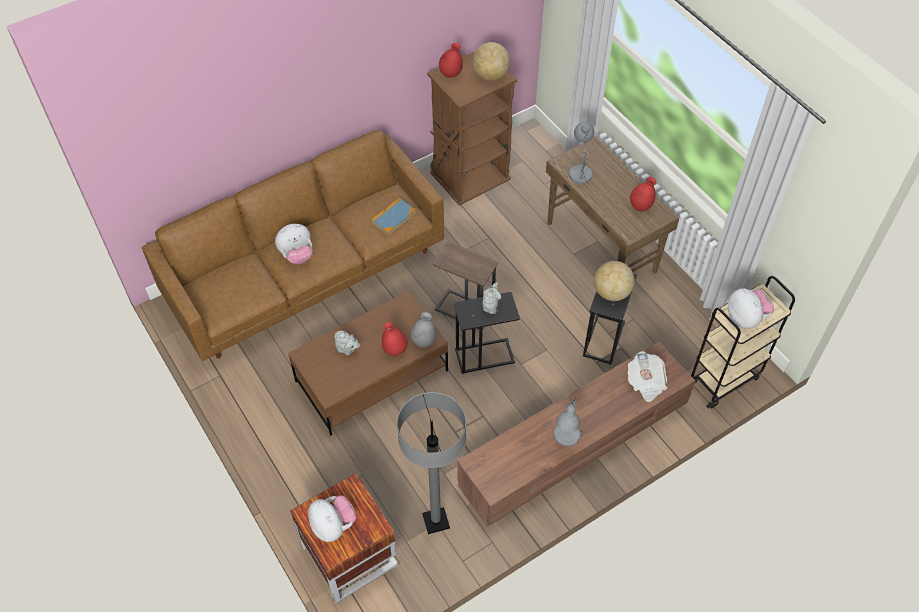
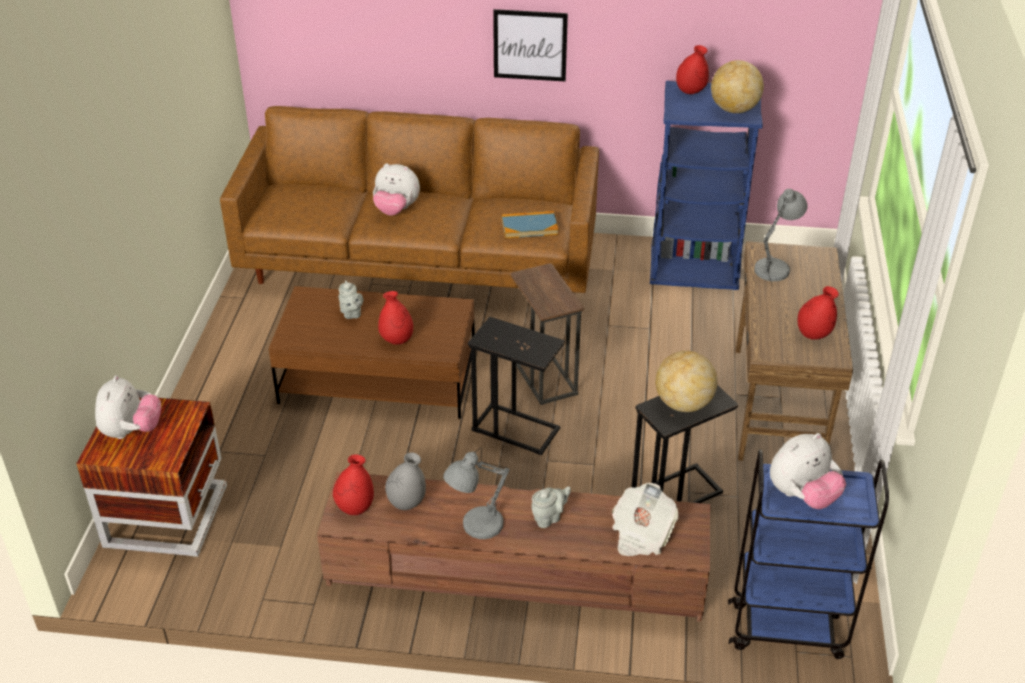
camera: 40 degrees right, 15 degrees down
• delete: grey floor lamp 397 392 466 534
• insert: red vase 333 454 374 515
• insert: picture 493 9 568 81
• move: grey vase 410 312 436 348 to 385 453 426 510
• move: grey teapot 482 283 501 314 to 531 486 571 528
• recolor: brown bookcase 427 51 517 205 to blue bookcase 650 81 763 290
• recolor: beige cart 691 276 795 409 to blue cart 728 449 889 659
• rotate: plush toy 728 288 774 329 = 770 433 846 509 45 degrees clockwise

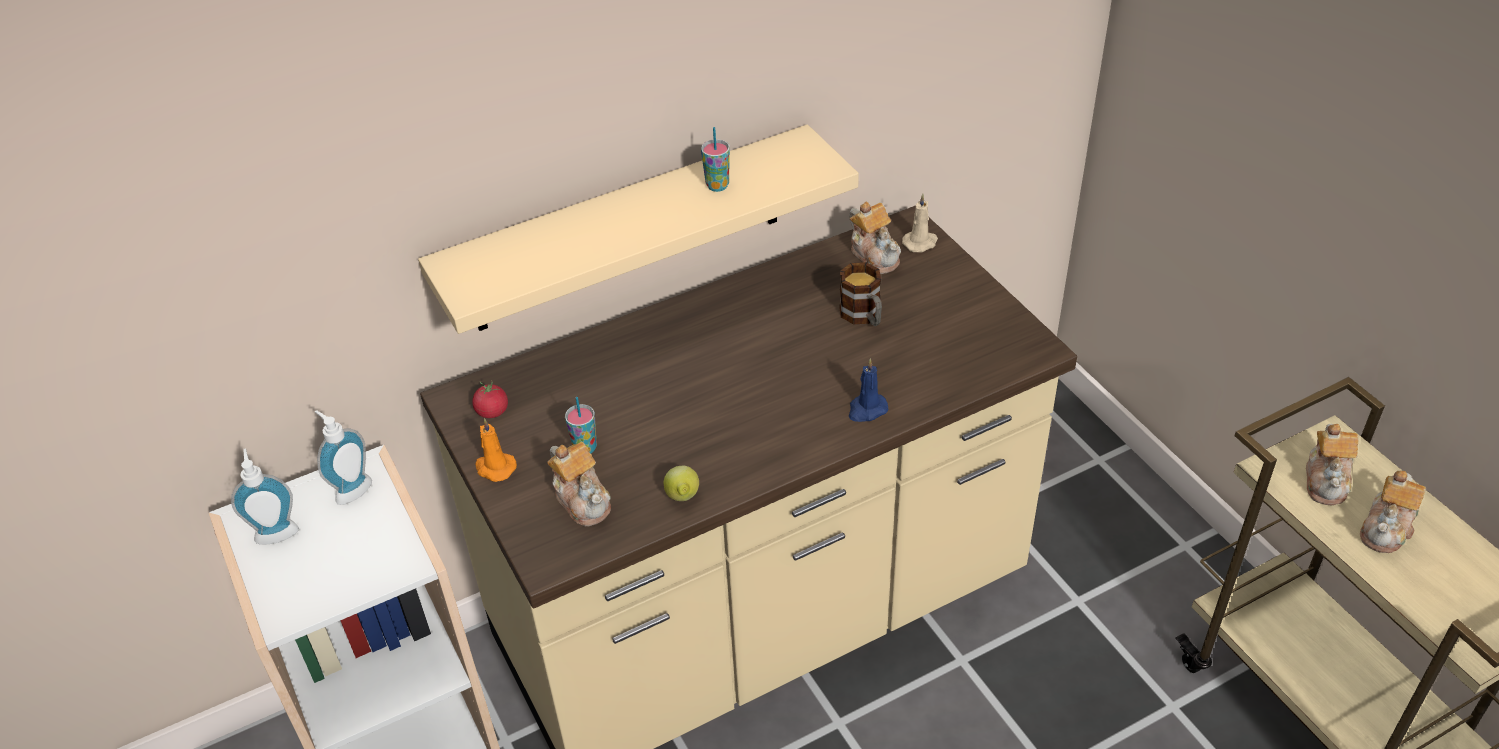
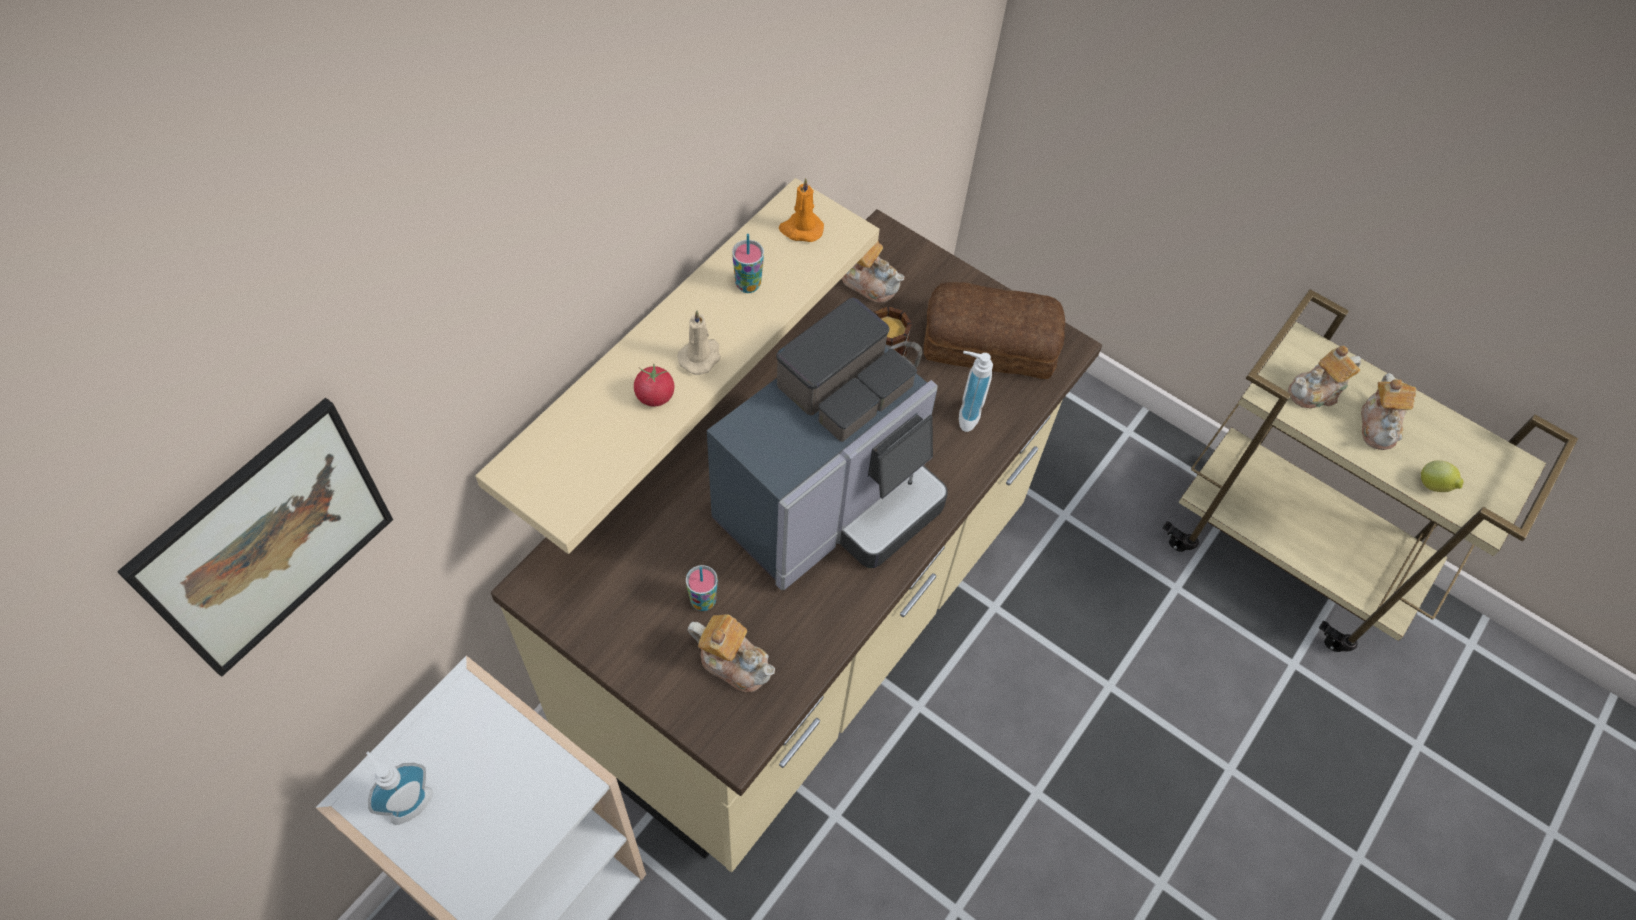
camera: 30 degrees left, 15 degrees up
• delete: blue candle 849 358 888 422
• insert: picture 117 398 393 677
• insert: coffee machine 707 298 948 590
• insert: bread 924 282 1065 379
• move: soap dispenser 315 410 372 505 to 959 351 993 432
• move: tomato 472 380 508 418 to 634 363 675 407
• move: orange candle 475 418 517 482 to 779 178 824 242
• move: lemon 664 466 699 501 to 1421 460 1463 492
• move: beige candle 902 194 938 252 to 677 310 721 375
• rotate: teapot 1306 424 1358 505 = 1288 346 1361 408 75 degrees clockwise

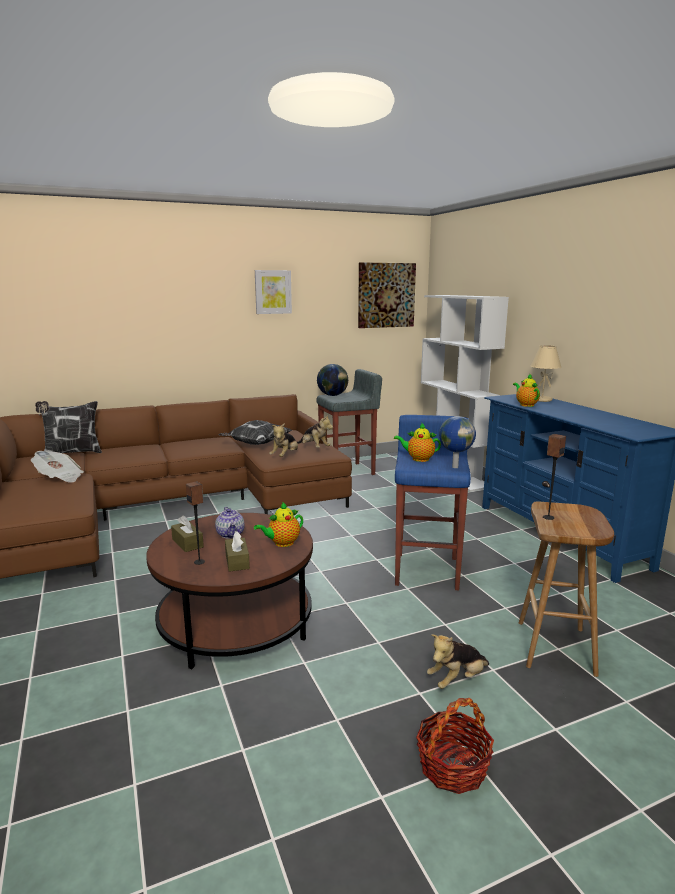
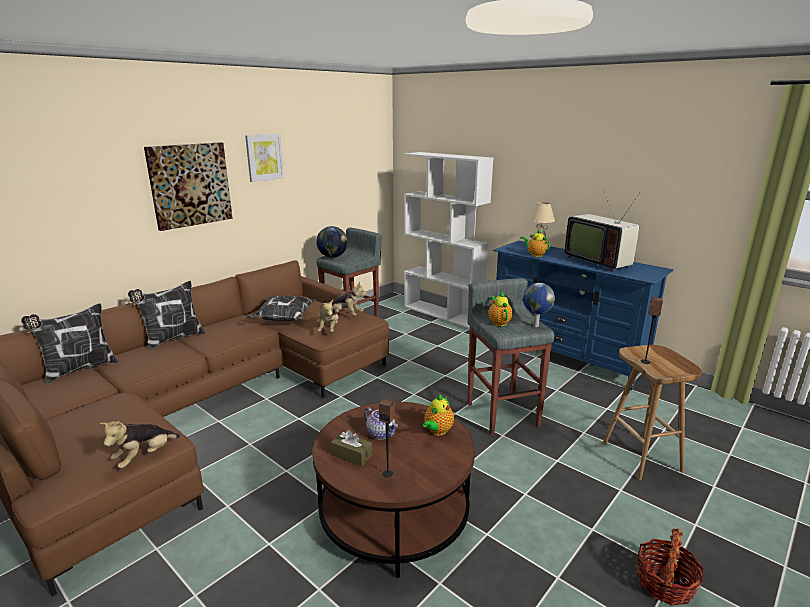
camera: 25 degrees left, 5 degrees up
• delete: newspaper 31 451 84 483
• delete: brown tissue box 225 531 250 572
• insert: pillow 128 281 205 350
• insert: television 565 191 640 272
• move: picture 358 262 416 328 to 144 142 233 231
• move: plush toy 427 634 489 689 to 99 421 180 469
• recolor: blue stool 395 415 471 590 to grey stool 467 278 555 435
• rotate: teapot 394 422 441 462 = 488 292 513 326 90 degrees clockwise

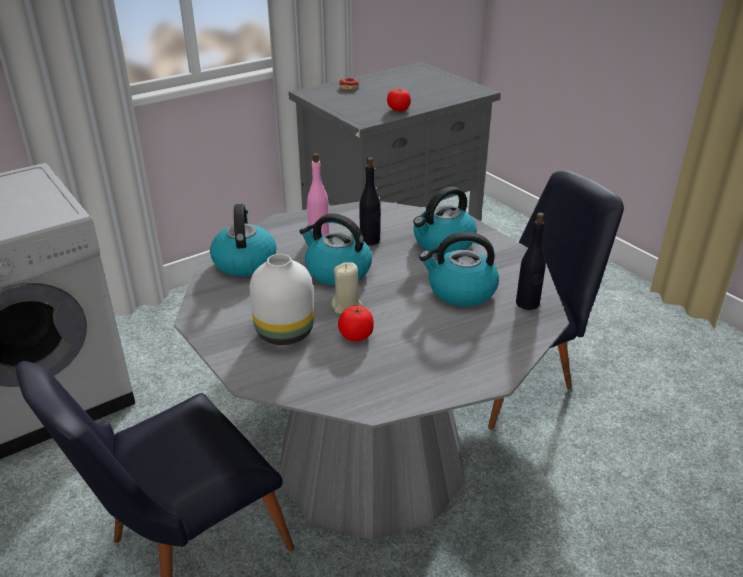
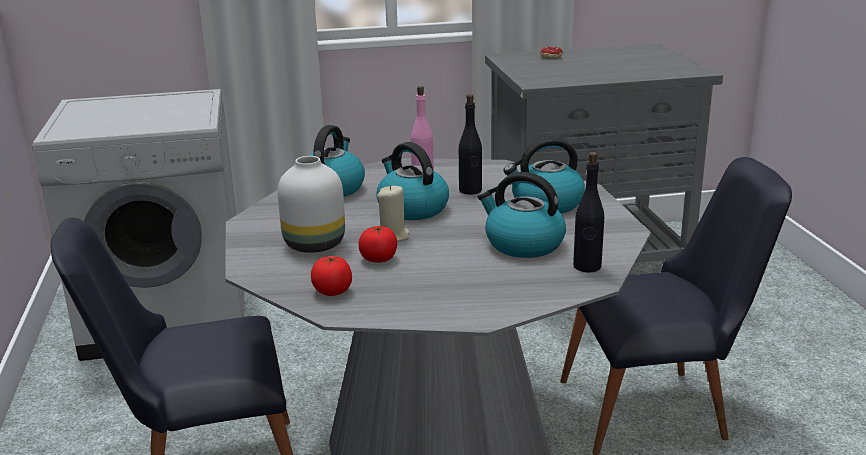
camera: 25 degrees right, 10 degrees down
• move: tomato 387 89 411 111 to 311 256 352 296

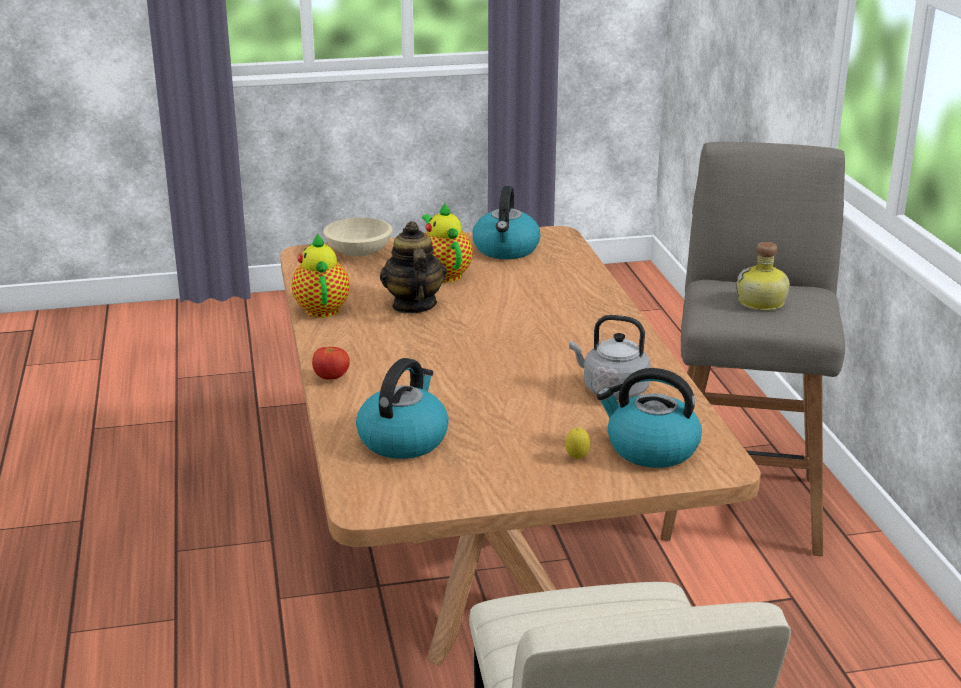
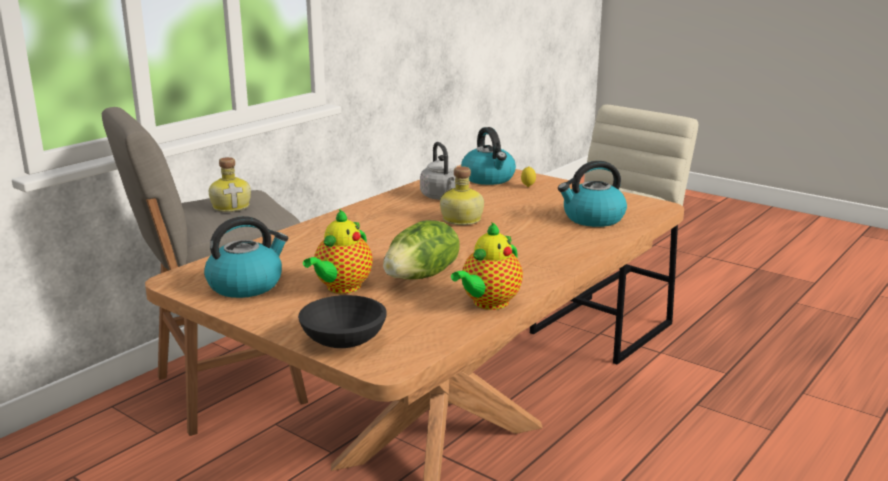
camera: 130 degrees left, 5 degrees down
• delete: tomato 312 347 350 380
• insert: bottle 440 166 484 225
• replace: teapot 380 221 447 314 to lettuce 383 220 459 279
• recolor: beige bowl 323 217 393 257 to black bowl 298 295 387 348

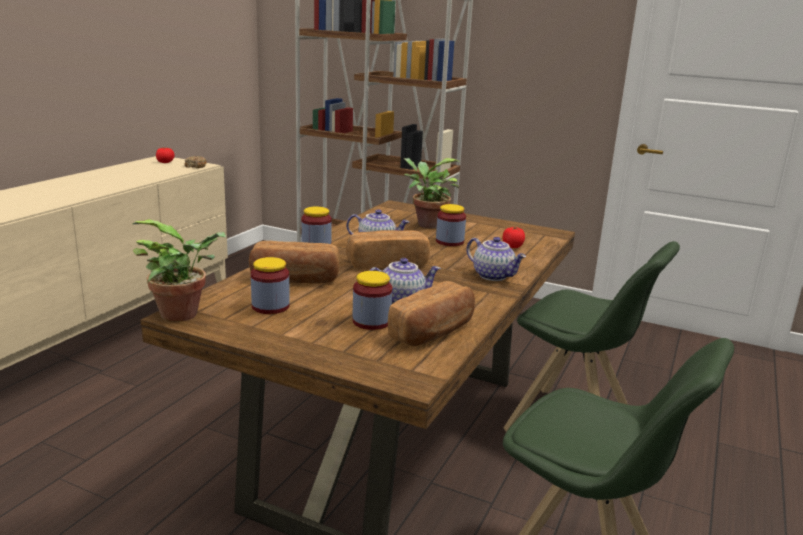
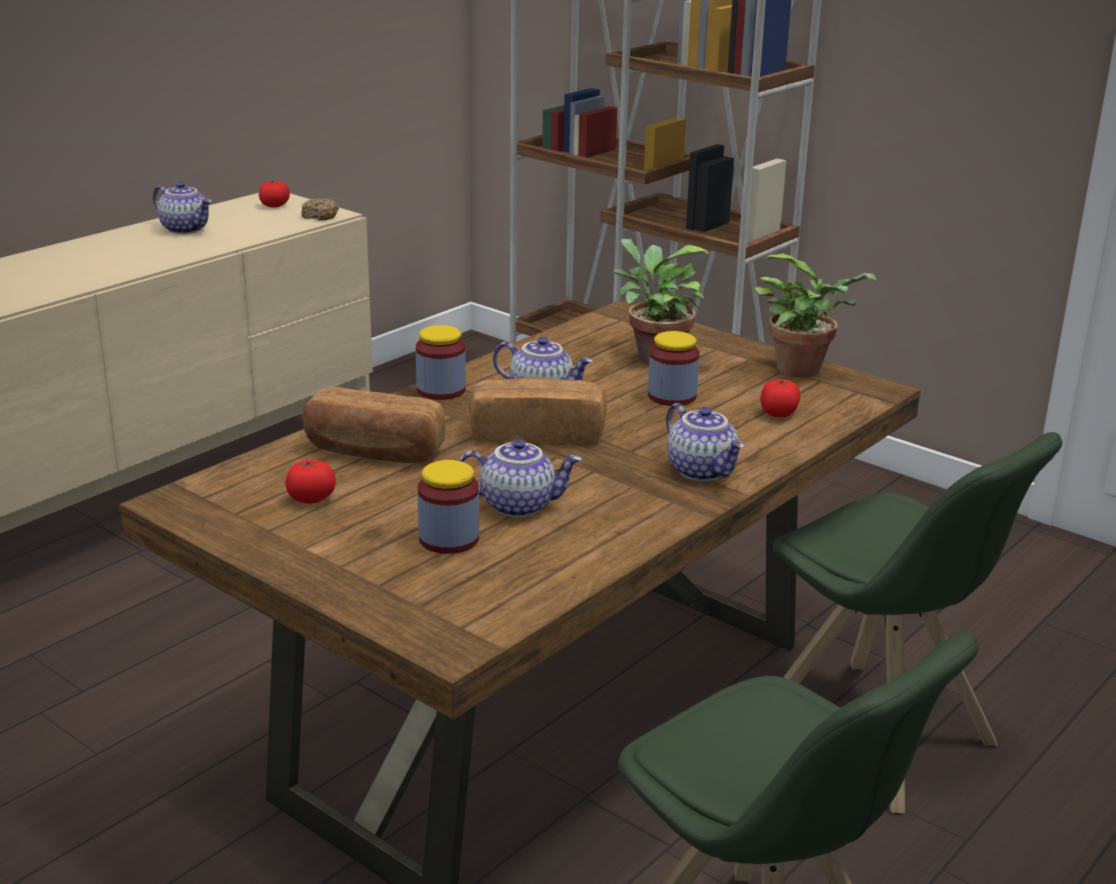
camera: 15 degrees right, 5 degrees up
• delete: bread 388 281 475 346
• insert: teapot 153 182 212 234
• move: potted plant 133 219 226 322 to 754 253 876 378
• replace: jar 251 257 290 314 to tomato 285 459 336 504

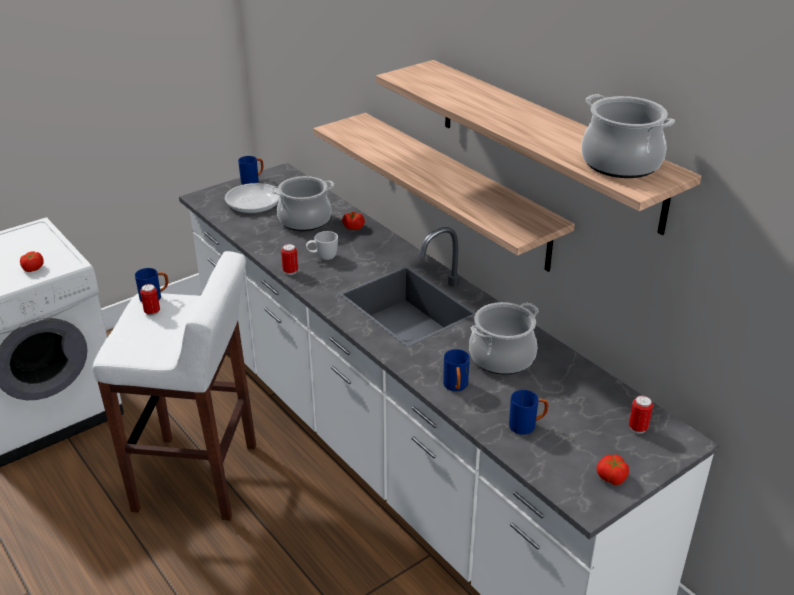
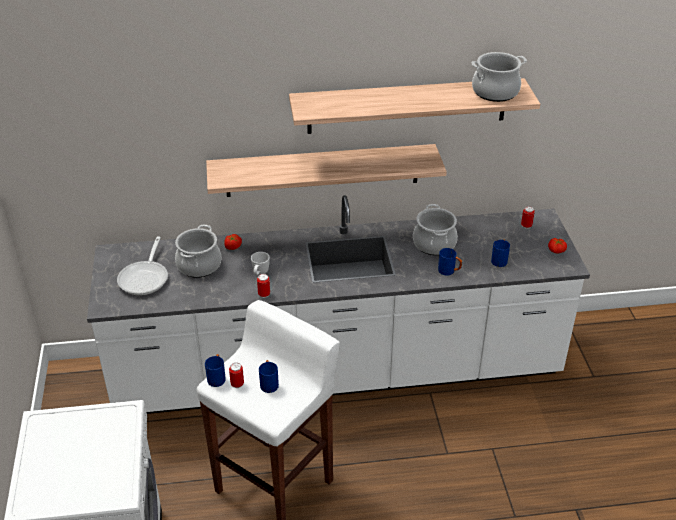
camera: 60 degrees left, 5 degrees up
• delete: tomato 20 251 44 272
• move: blue mug 238 156 264 185 to 259 360 279 393

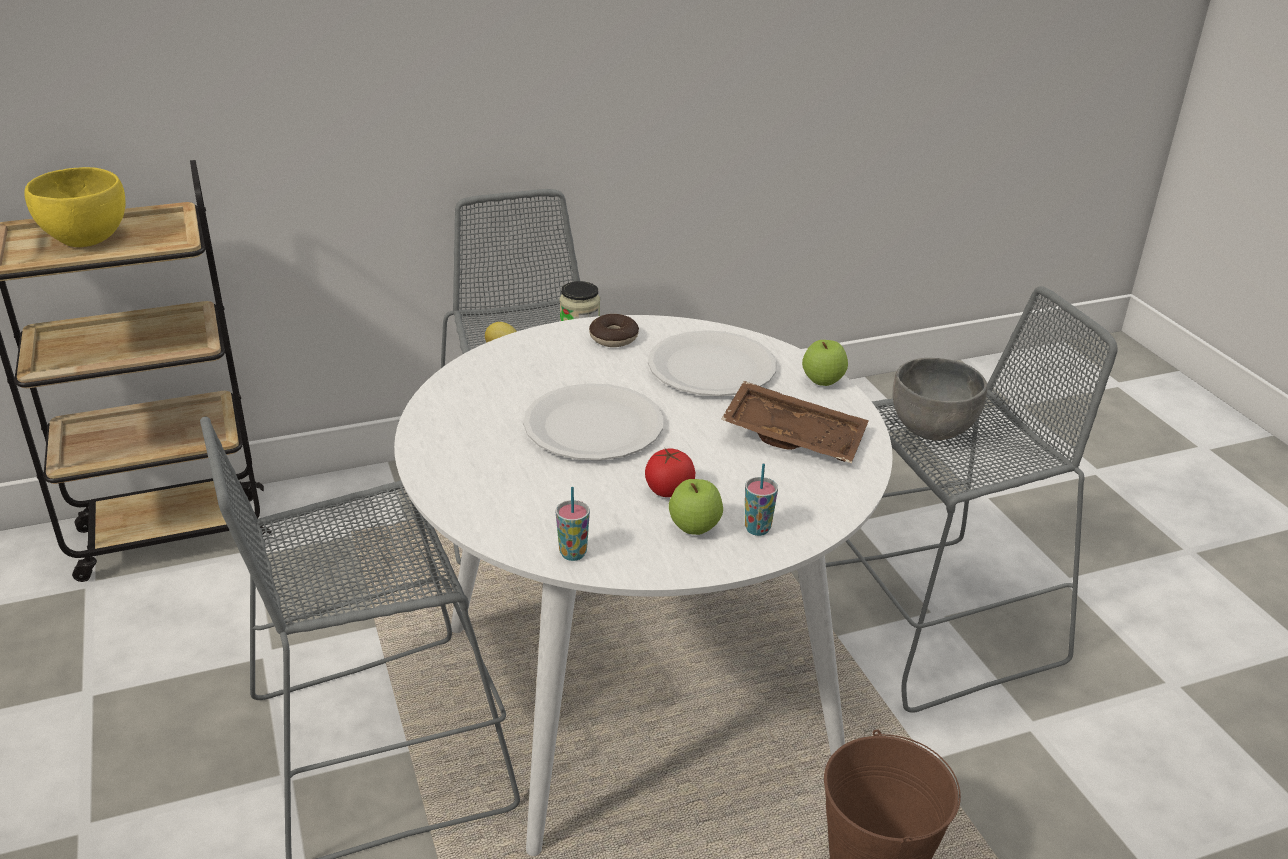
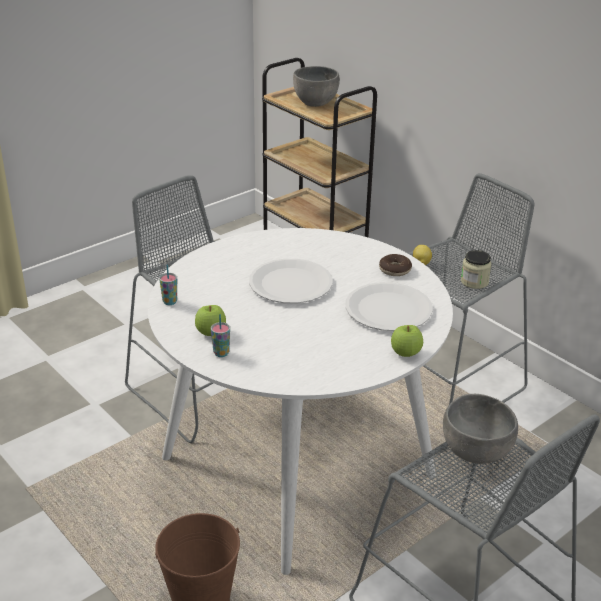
camera: 70 degrees right, 0 degrees up
• delete: tomato 645 447 695 497
• delete: brown tray 721 381 869 463
• recolor: yellow bowl 24 167 126 247 to grey bowl 293 66 340 107

